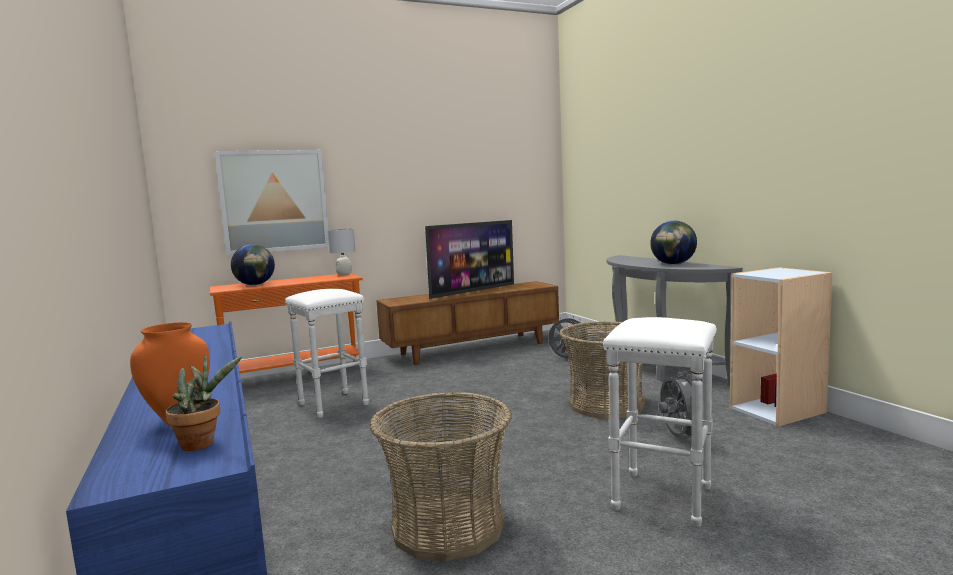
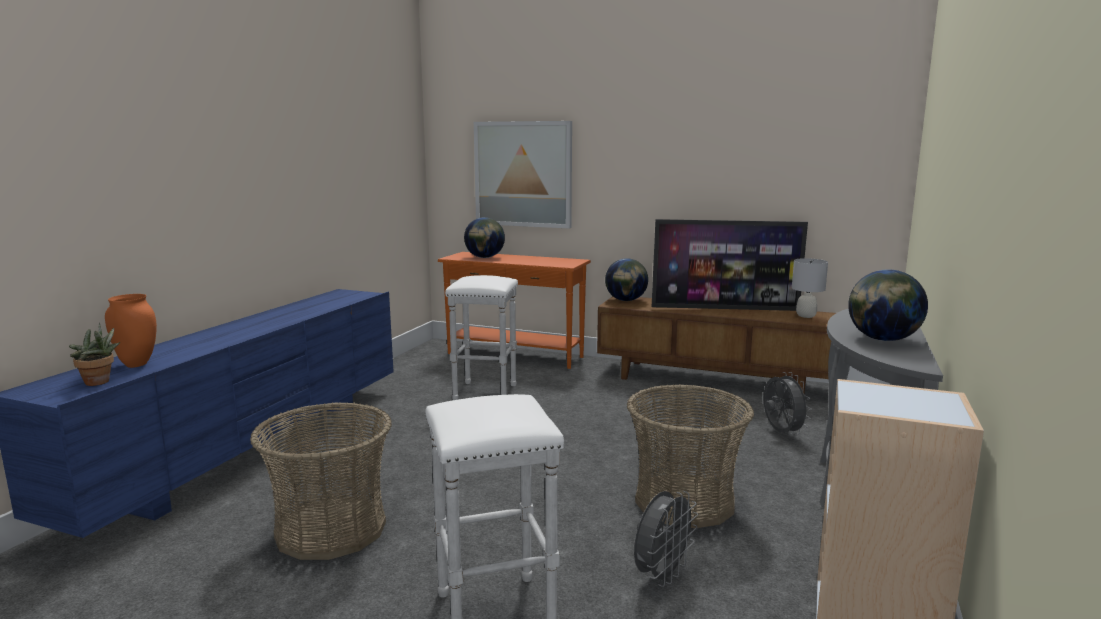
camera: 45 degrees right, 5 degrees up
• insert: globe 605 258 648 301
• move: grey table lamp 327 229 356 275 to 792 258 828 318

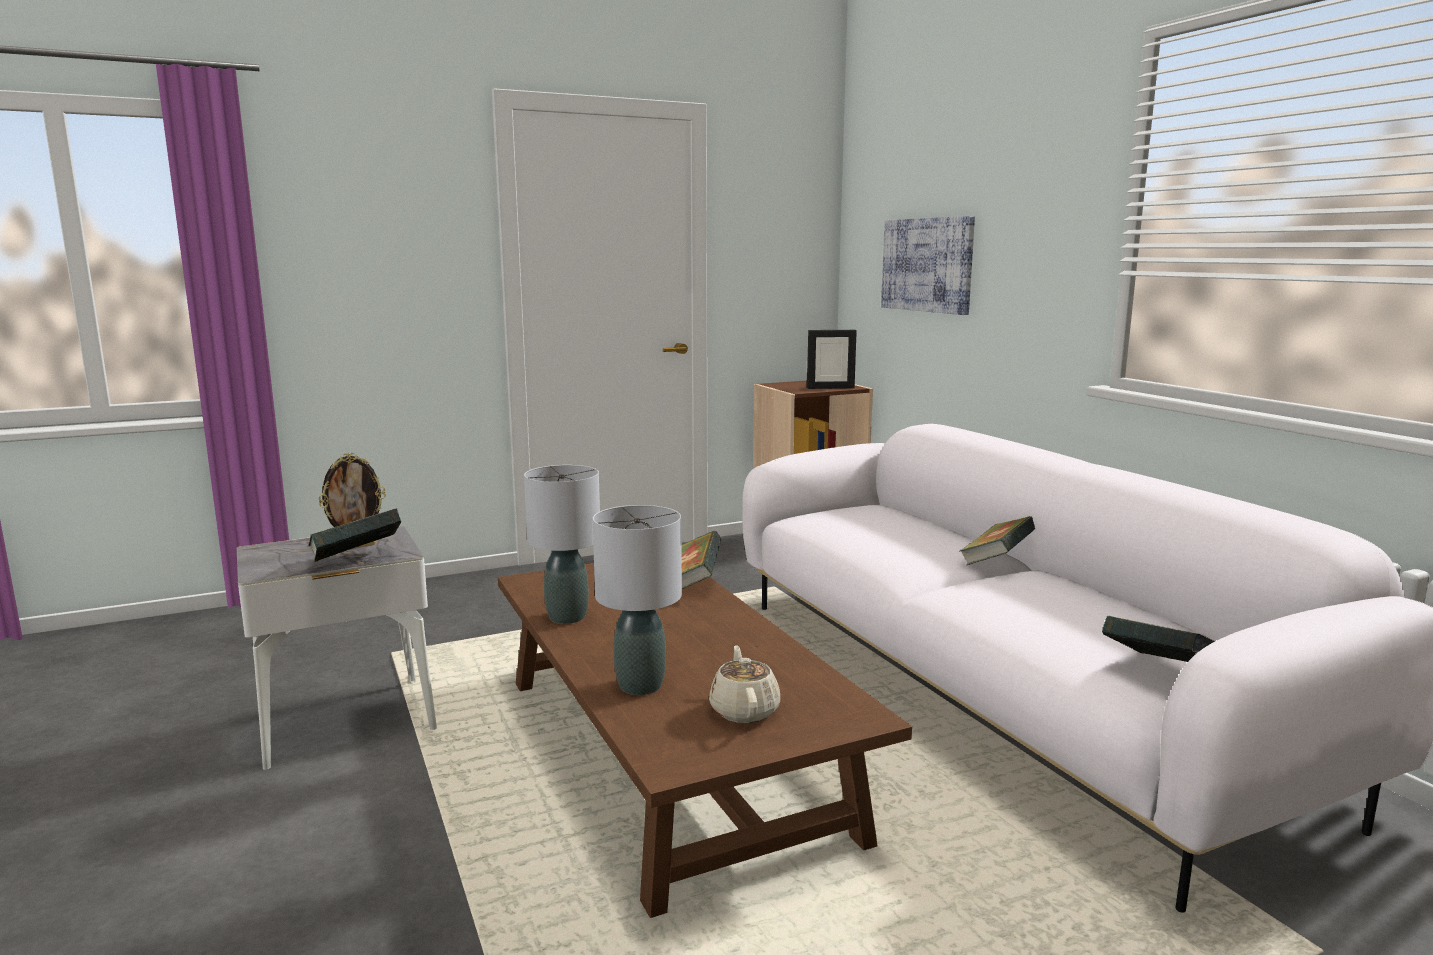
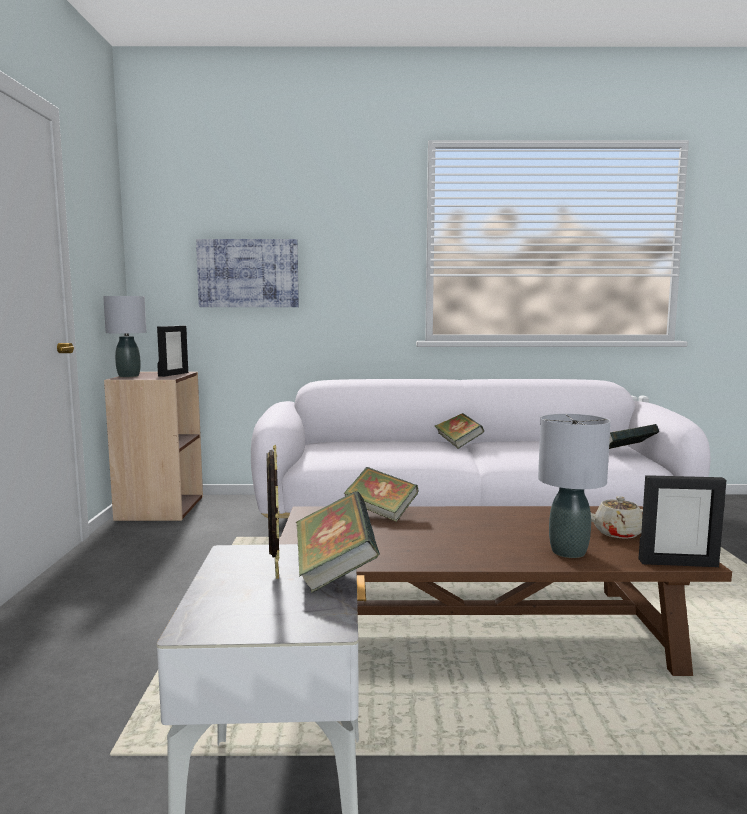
camera: 65 degrees left, 5 degrees down
• insert: picture frame 638 475 727 567
• move: grey table lamp 524 465 600 624 to 103 296 147 377

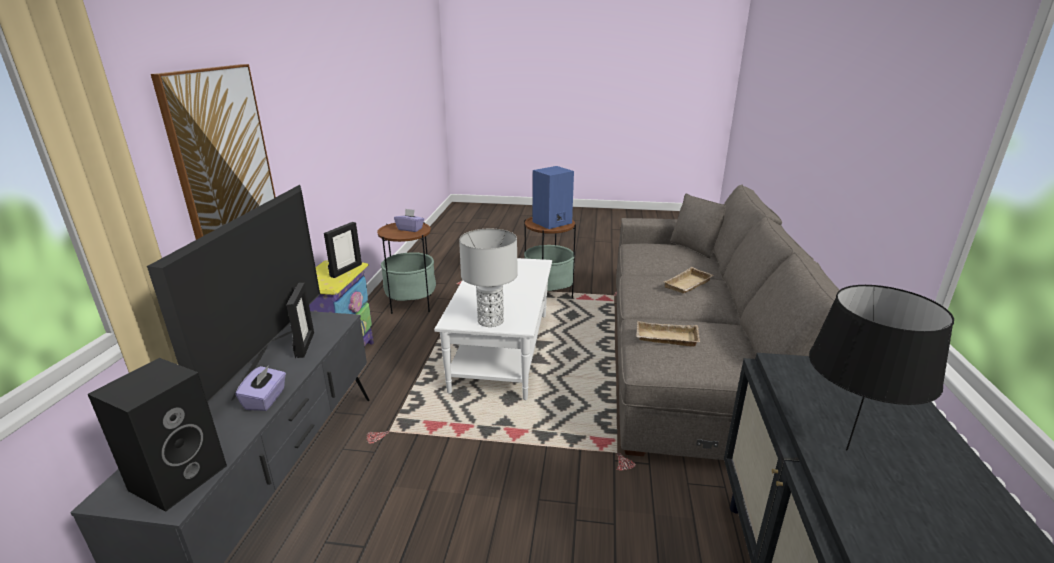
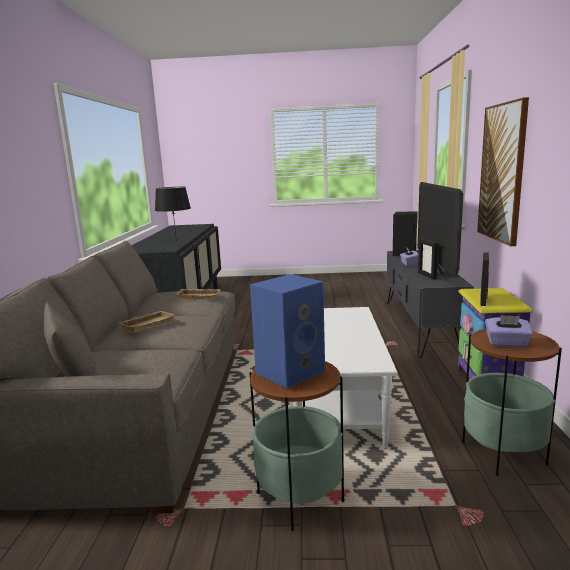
camera: 175 degrees right, 10 degrees down
• delete: white table lamp 459 229 518 327

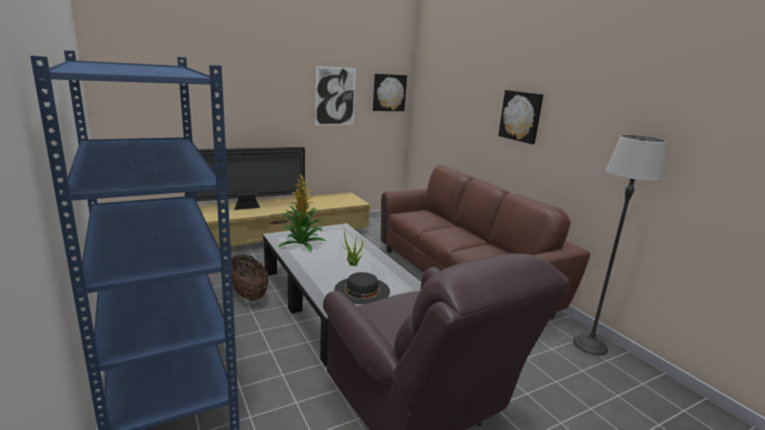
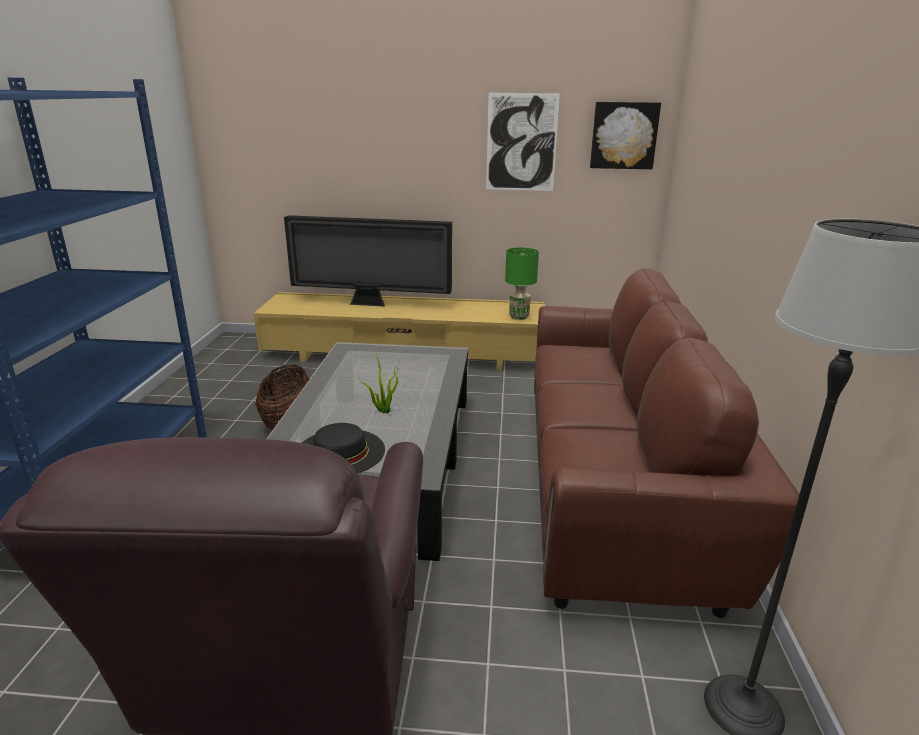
camera: 35 degrees right, 5 degrees up
• delete: potted plant 278 175 326 251
• delete: picture 498 90 543 144
• insert: green table lamp 505 247 539 320

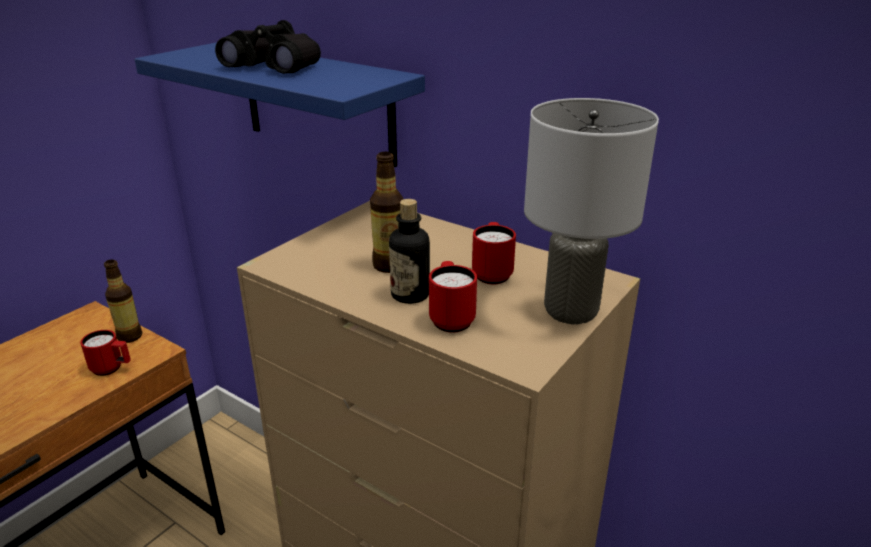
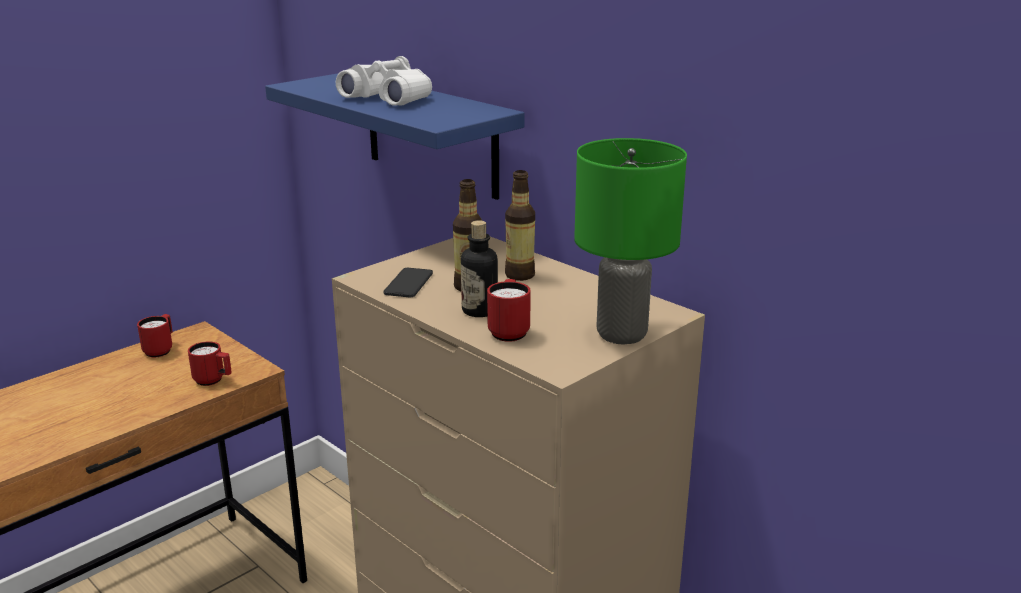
camera: 10 degrees right, 5 degrees down
• insert: phone 383 268 433 297
• move: bottle 104 260 142 343 to 505 170 535 281
• move: red mug 472 222 516 284 to 137 314 173 357
• recolor: black binoculars 215 20 321 74 to white binoculars 336 56 432 106
• recolor: white table lamp 524 98 659 324 to green table lamp 574 138 687 345

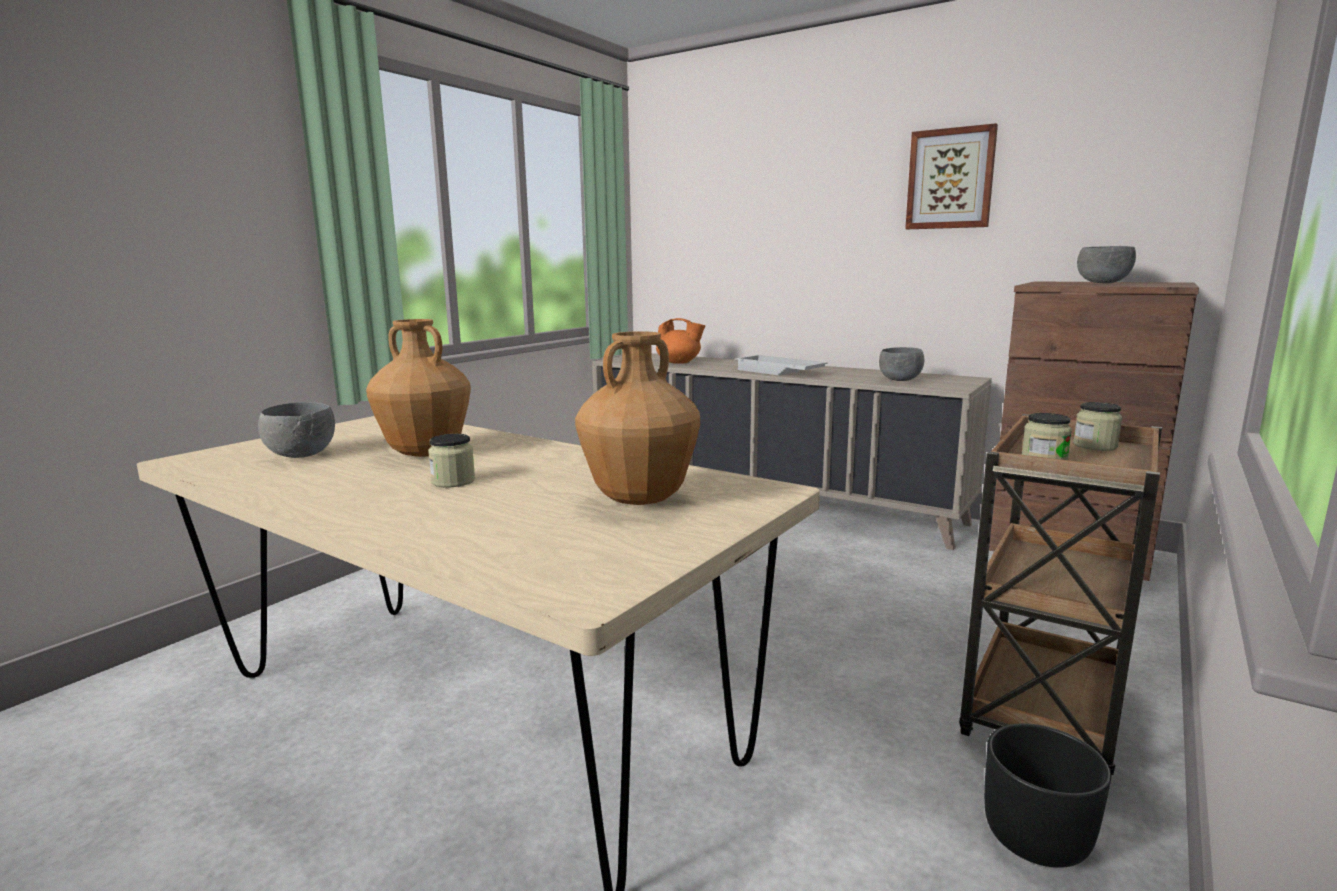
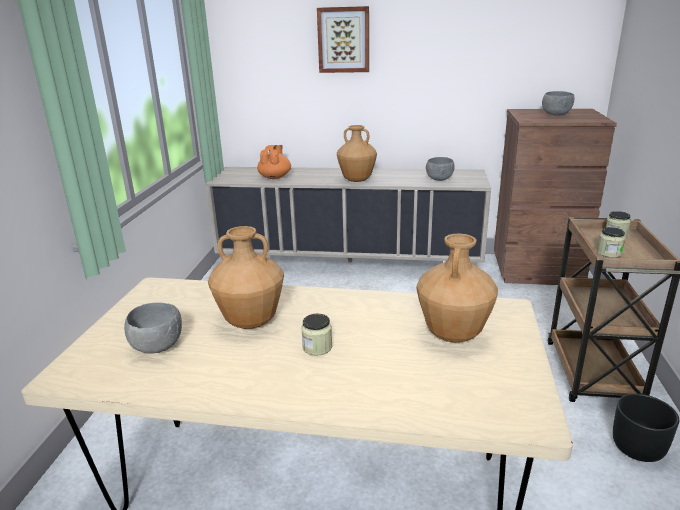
camera: 25 degrees left, 10 degrees up
• move: picture 905 123 998 229 to 317 6 369 73
• replace: white tray 735 355 828 375 to brown vase 337 125 377 182
• rotate: orange teapot 656 318 705 364 = 257 145 291 179 75 degrees counterclockwise

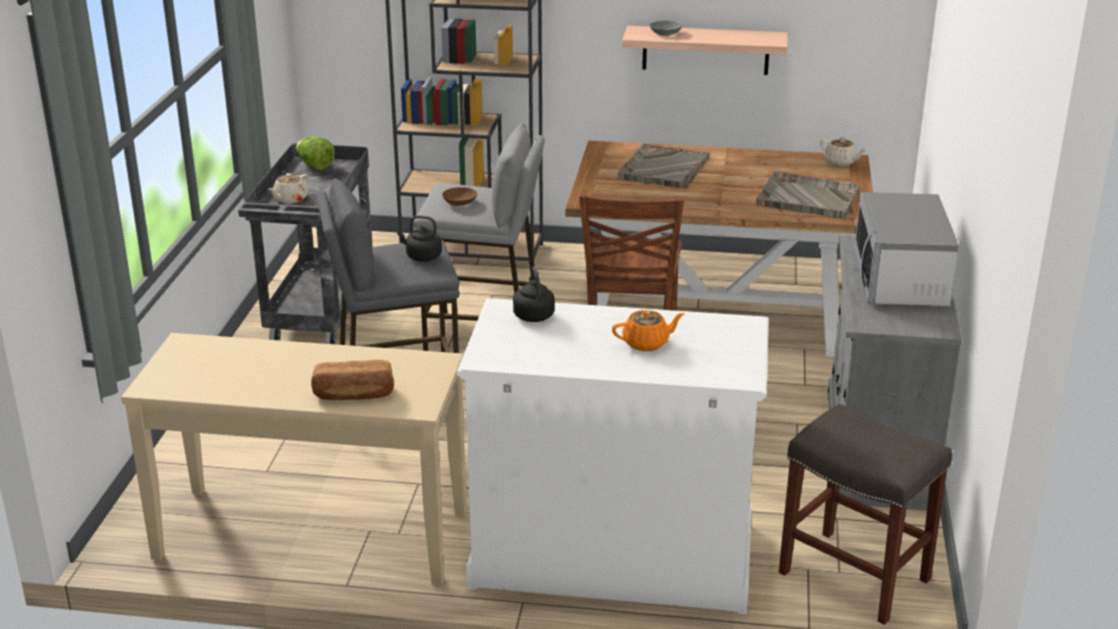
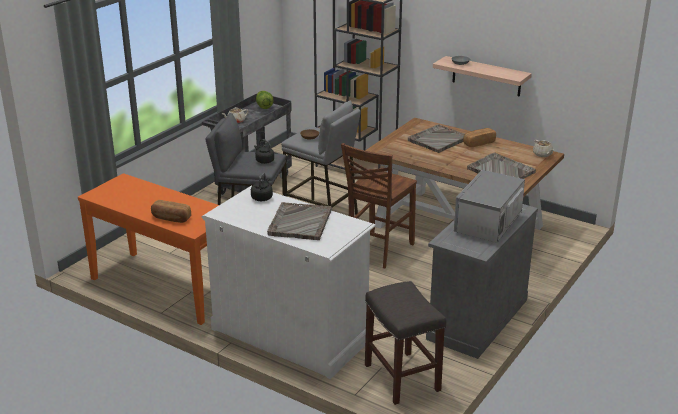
camera: 25 degrees right, 0 degrees up
• insert: bread 463 128 496 147
• replace: orange teapot 612 310 685 351 to grey tray 267 202 332 240
• recolor: beige console table 121 333 467 586 to orange console table 78 173 219 325

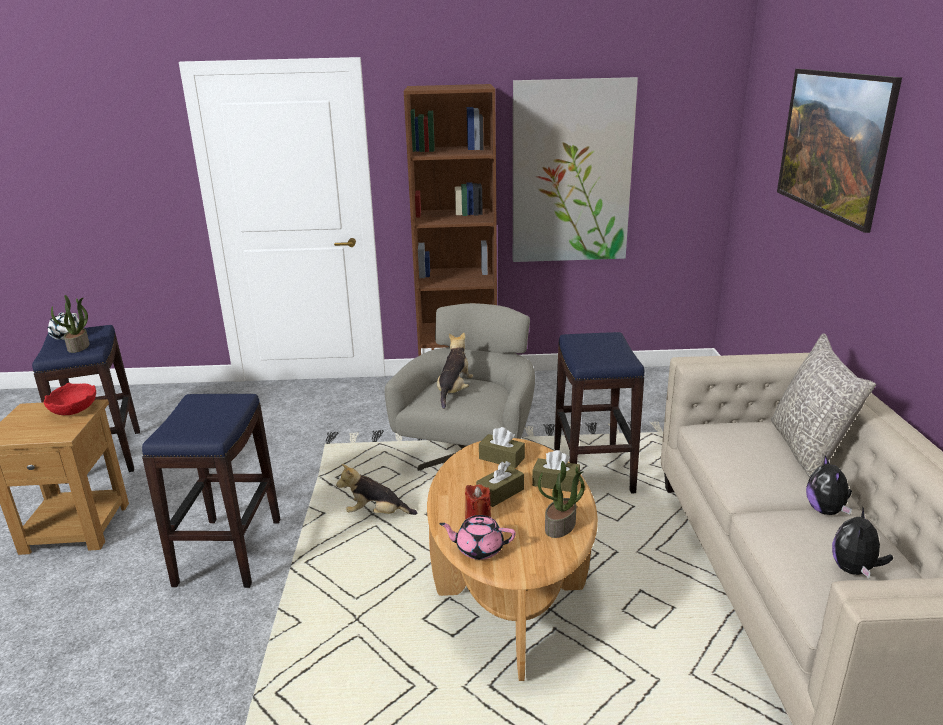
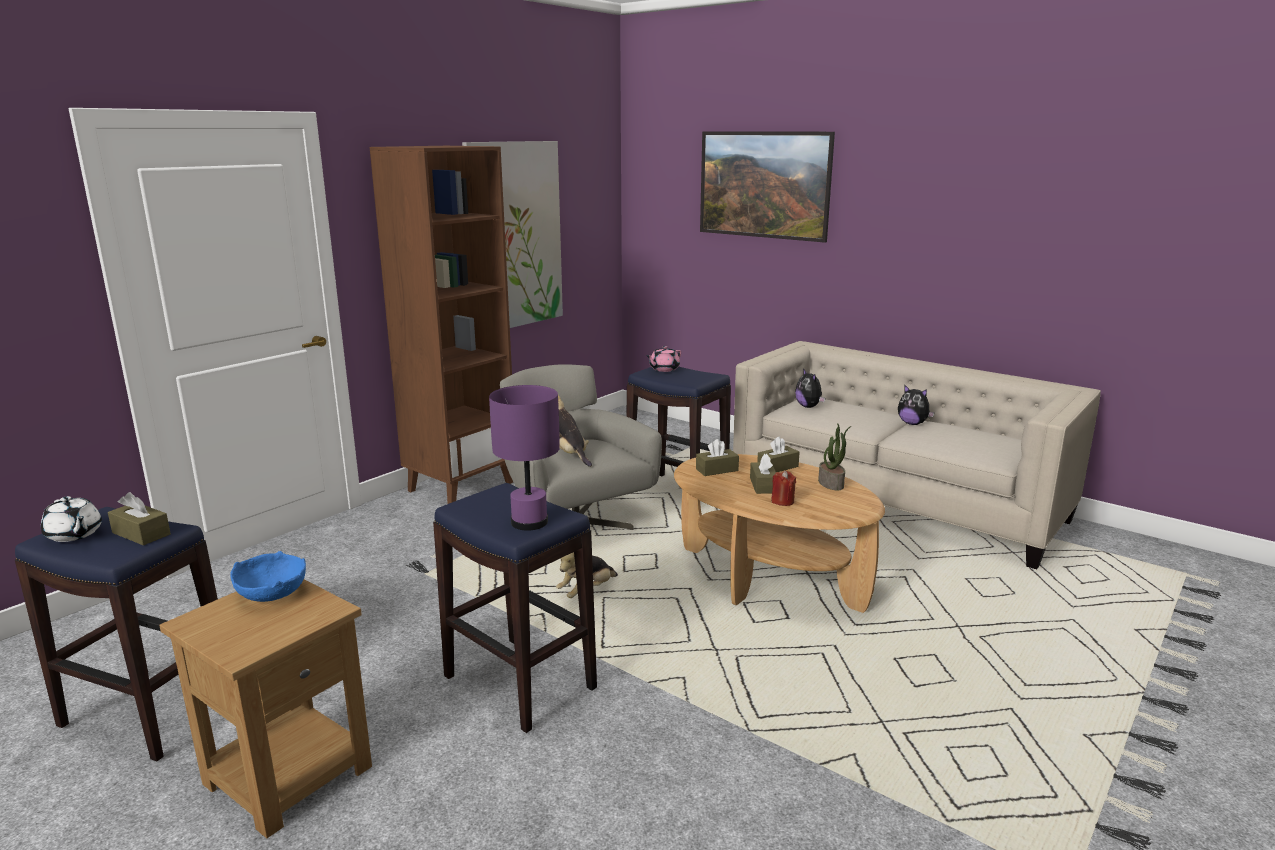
camera: 50 degrees left, 5 degrees down
• delete: grey pillow 771 333 876 478
• insert: purple table lamp 489 385 560 531
• move: pink teapot 439 515 516 560 to 646 346 681 372
• move: plush toy 832 506 893 578 to 795 368 825 408
• replace: potted plant 51 295 90 353 to brown tissue box 108 492 171 545
• recolor: red bowl 44 383 96 415 to blue bowl 230 551 306 602

